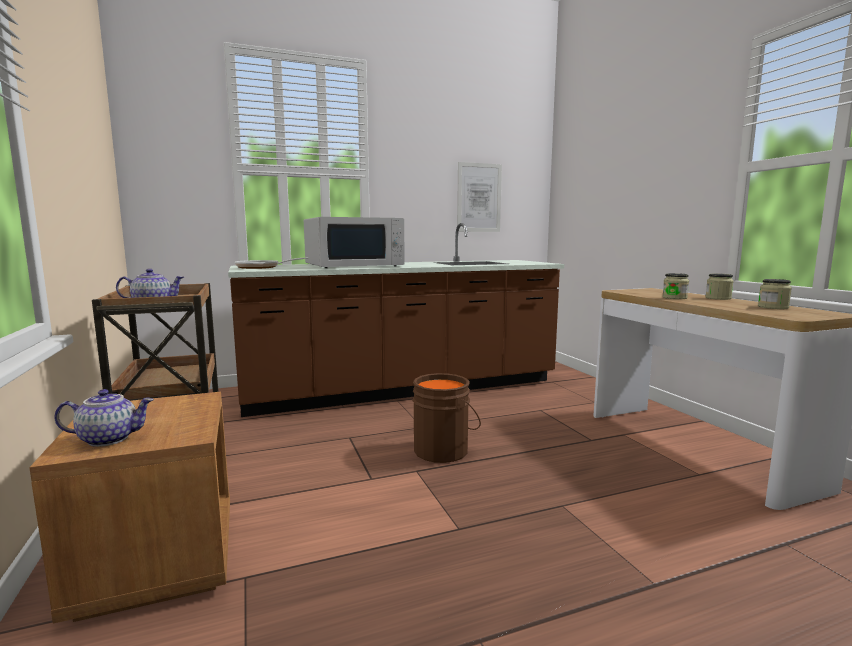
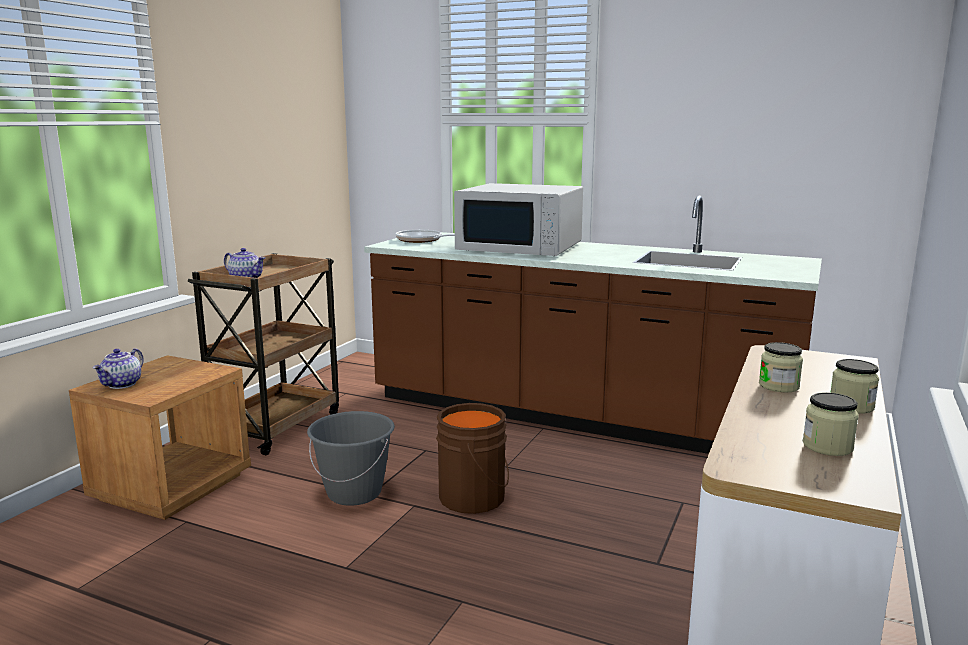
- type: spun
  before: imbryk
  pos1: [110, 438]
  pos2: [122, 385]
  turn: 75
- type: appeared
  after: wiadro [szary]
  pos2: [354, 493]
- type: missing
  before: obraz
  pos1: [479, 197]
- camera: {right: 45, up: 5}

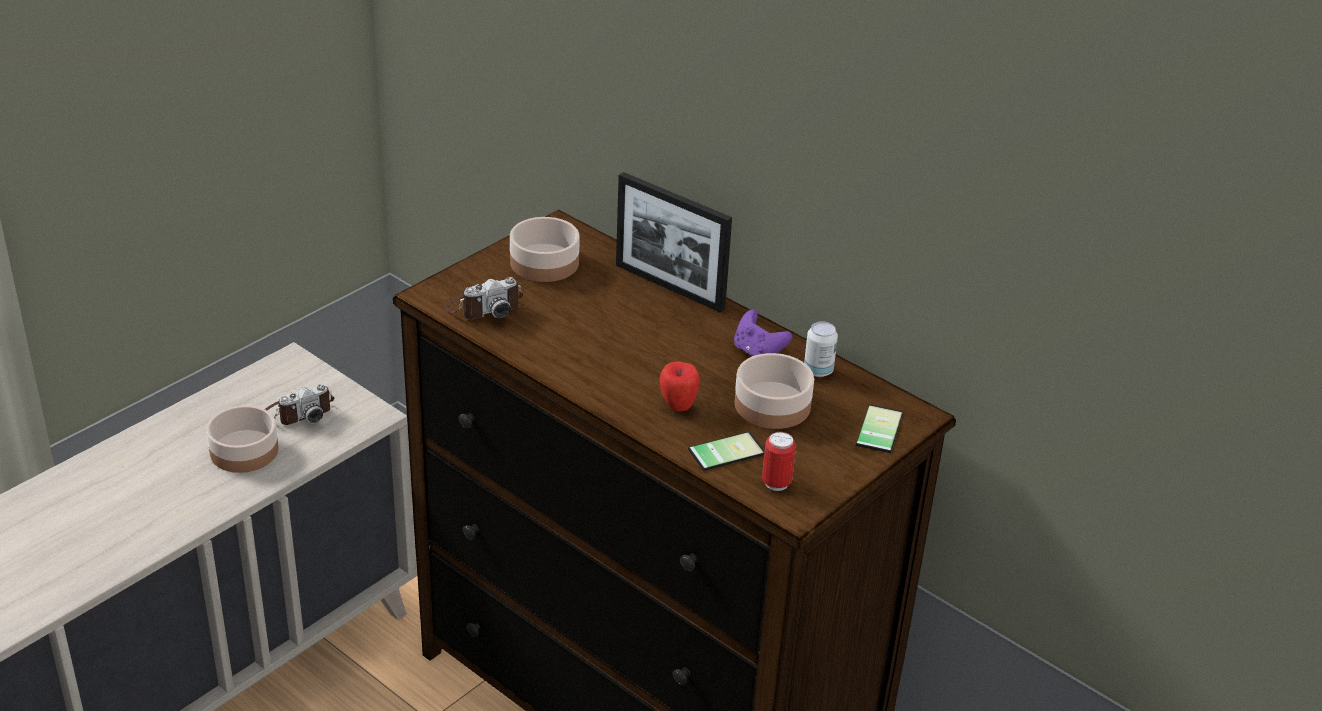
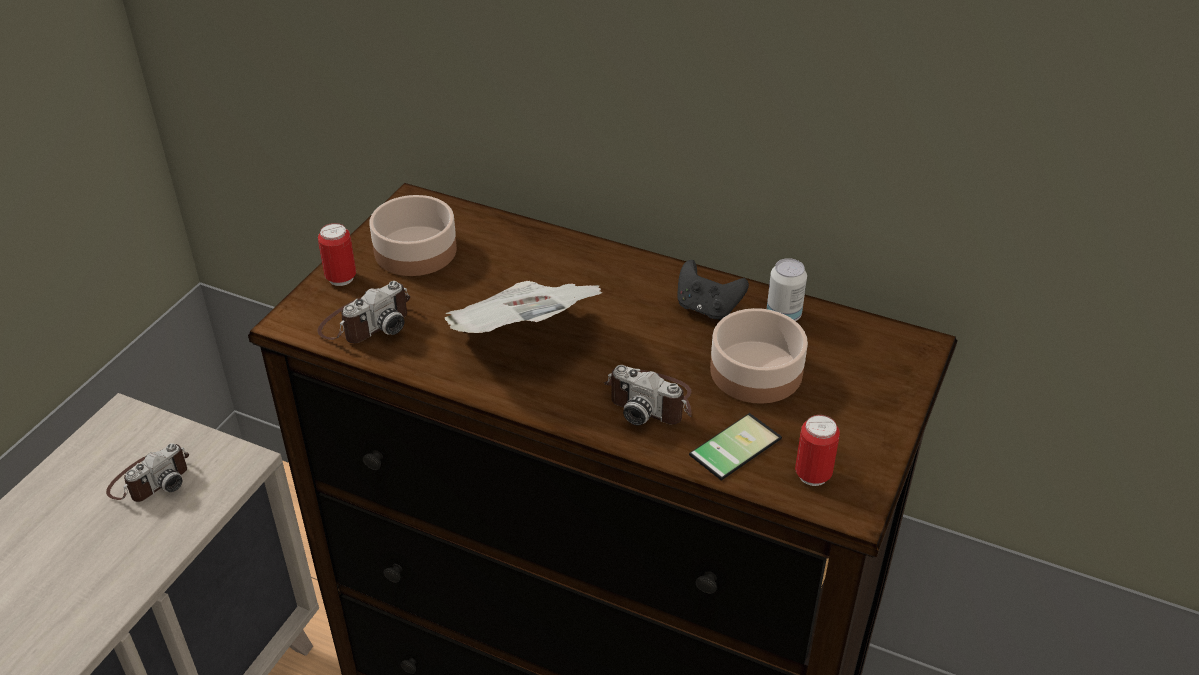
- type: appeared
  after: puszka
  pos2: [341, 278]
- type: appeared
  after: gazeta
  pos2: [523, 337]
- type: exchanged
  before: jabłko
  after: aparat fotograficzny
  pos1: [678, 406]
  pos2: [651, 400]
- type: colour
  before: pad do gier [fioletowy]
  after: pad do gier [czarny]
  pos1: [758, 353]
  pos2: [707, 308]
- type: missing
  before: miska
  pos1: [243, 451]
- type: missing
  before: ramka na zdjęcie
  pos1: [669, 287]
- type: missing
  before: telefon
  pos1: [875, 428]
- camera: {right: -15, up: 5}

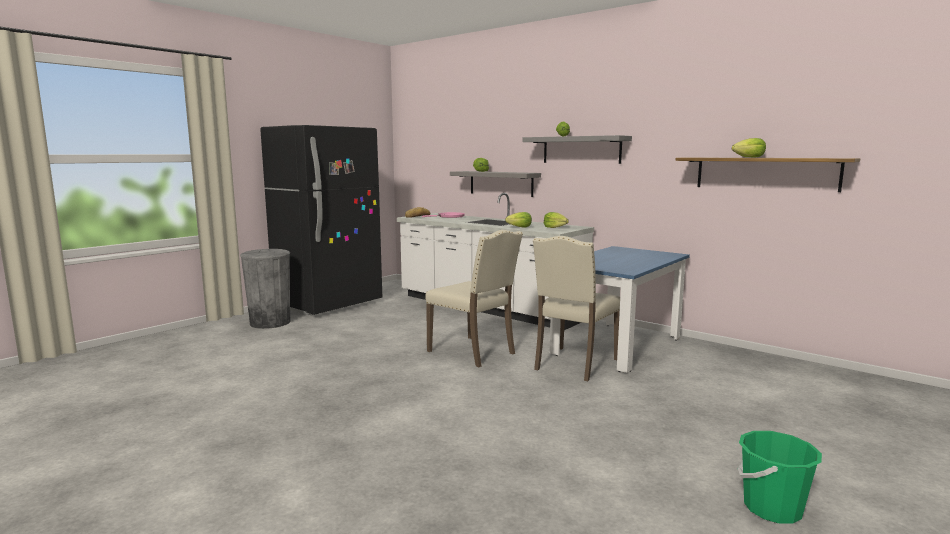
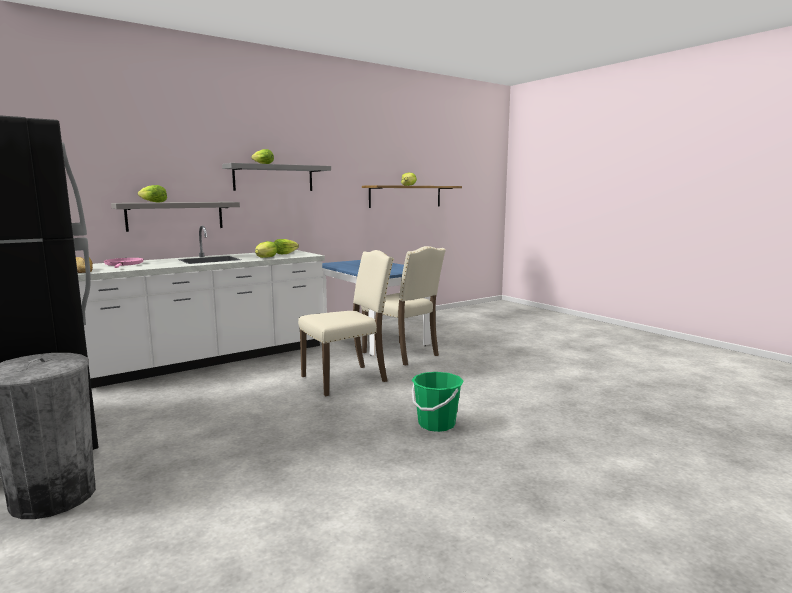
- type: relocated
  before: wiadro [zielony]
  pos1: [772, 508]
  pos2: [436, 424]
- camera: {right: -75, up: 0}

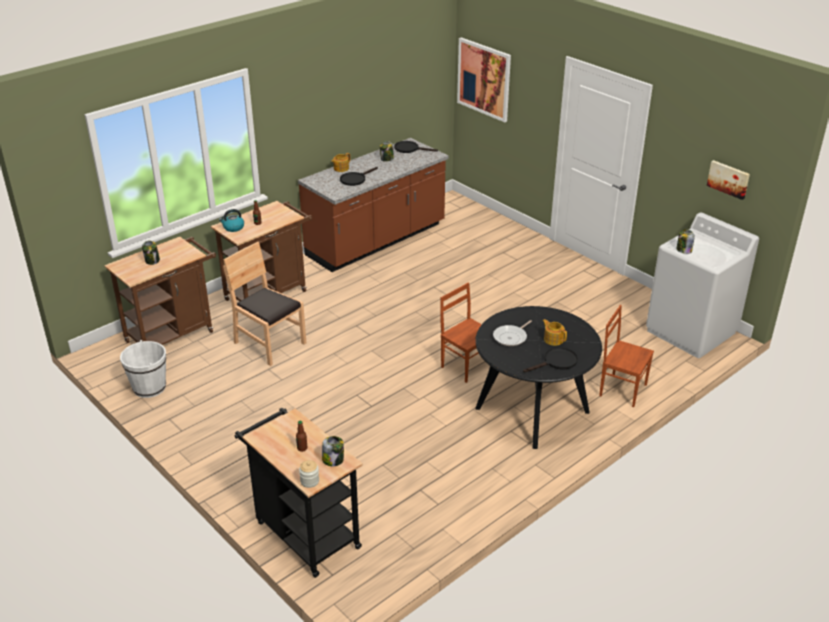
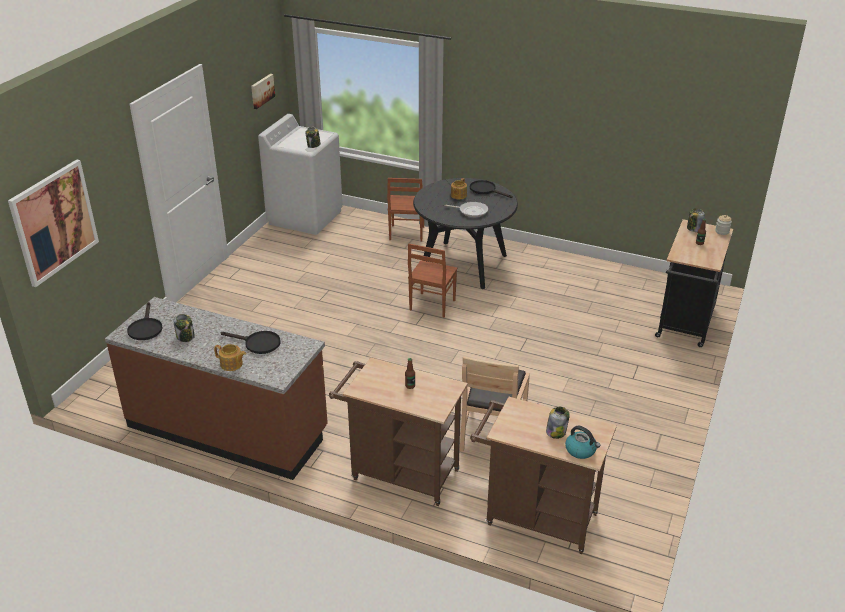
- type: relocated
  before: czajnik
  pos1: [233, 228]
  pos2: [581, 450]
- type: missing
  before: wiadro [biały]
  pos1: [149, 387]
- camera: {right: -115, up: 0}

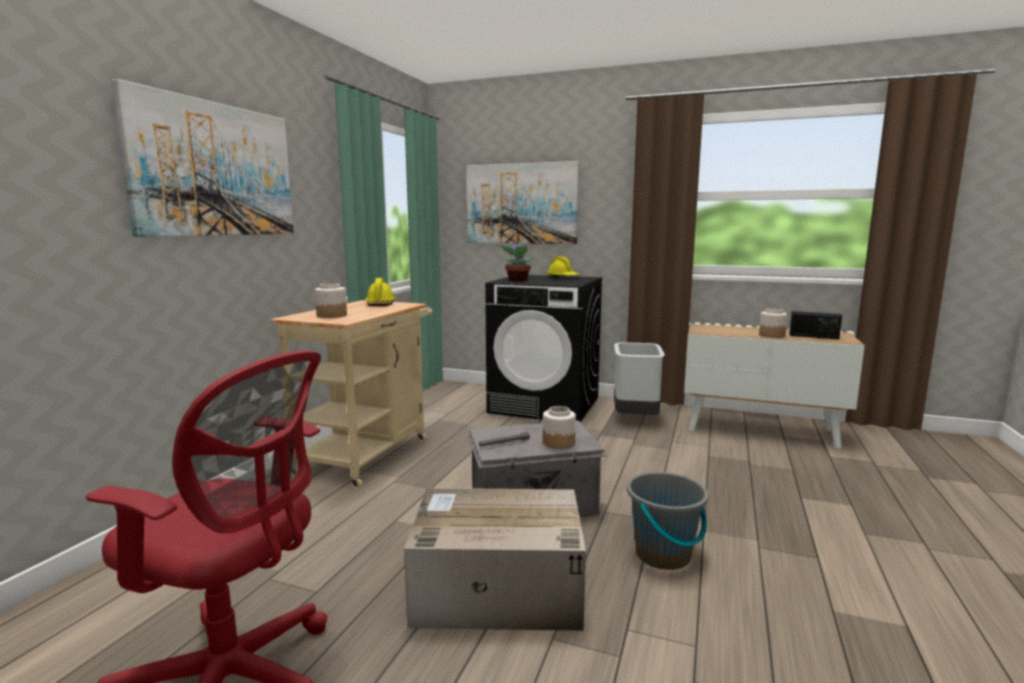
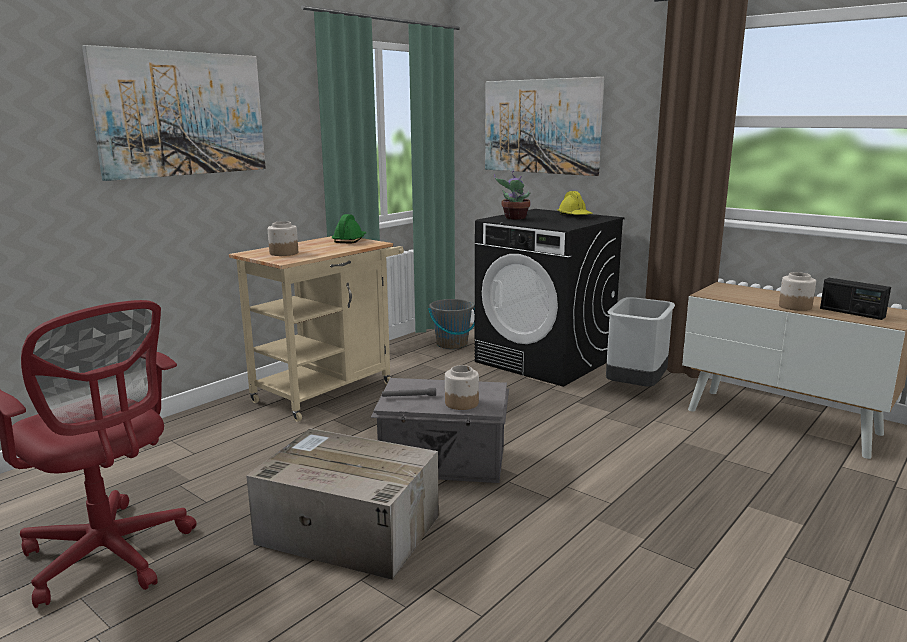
- type: colour
  before: kask [żółty]
  after: kask [zielony]
  pos1: [380, 303]
  pos2: [350, 240]
- type: relocated
  before: wiadro [szary]
  pos1: [663, 555]
  pos2: [452, 344]
- camera: {right: 20, up: 5}

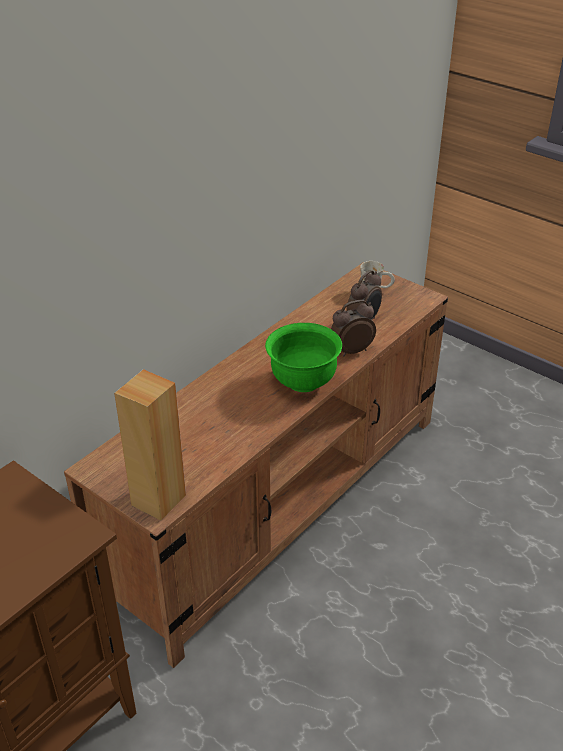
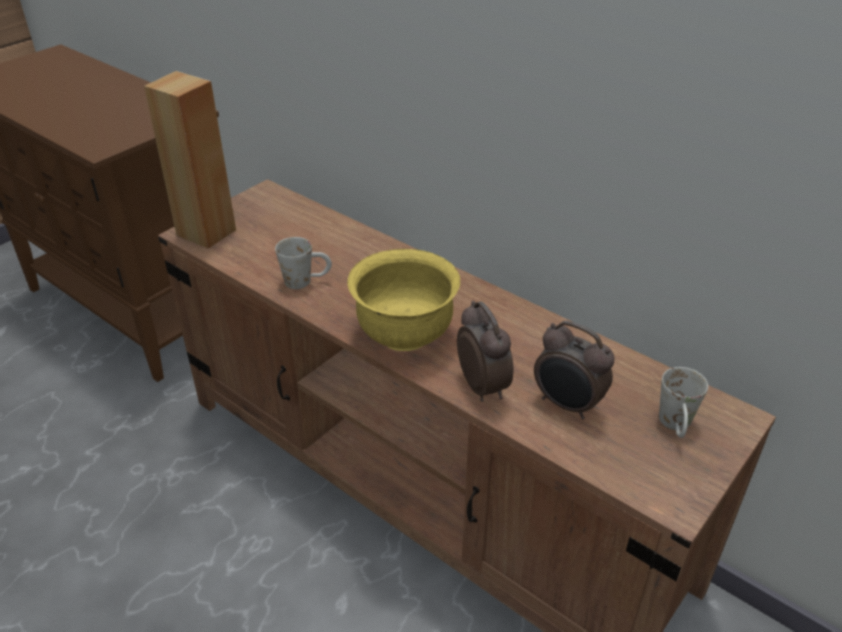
- type: appeared
  after: kubek [biały]
  pos2: [306, 281]
- type: colour
  before: miska [zielony]
  after: miska [żółty]
  pos1: [303, 381]
  pos2: [405, 334]
- camera: {right: 90, up: 0}

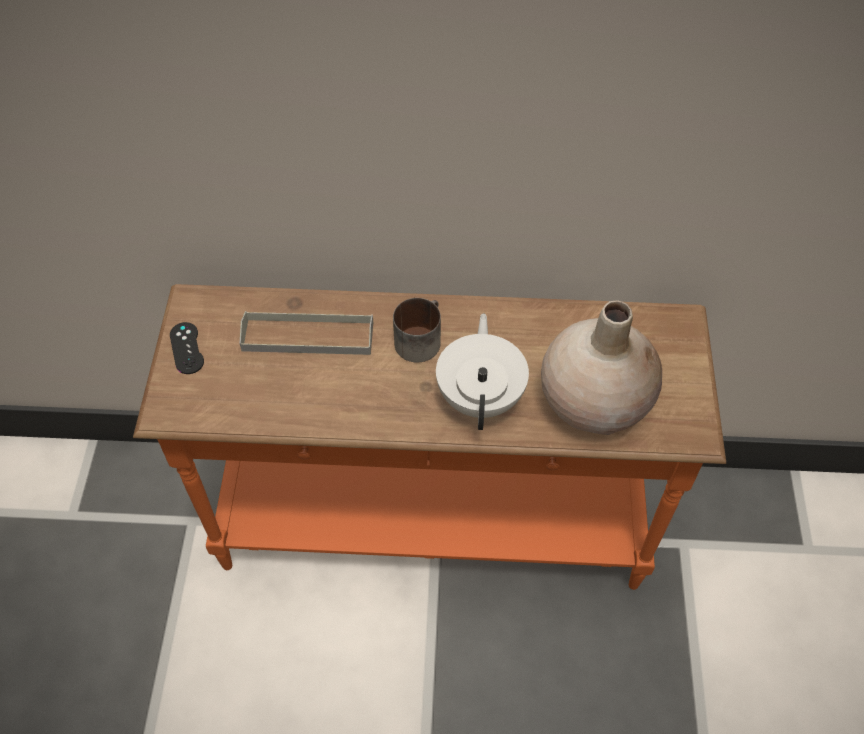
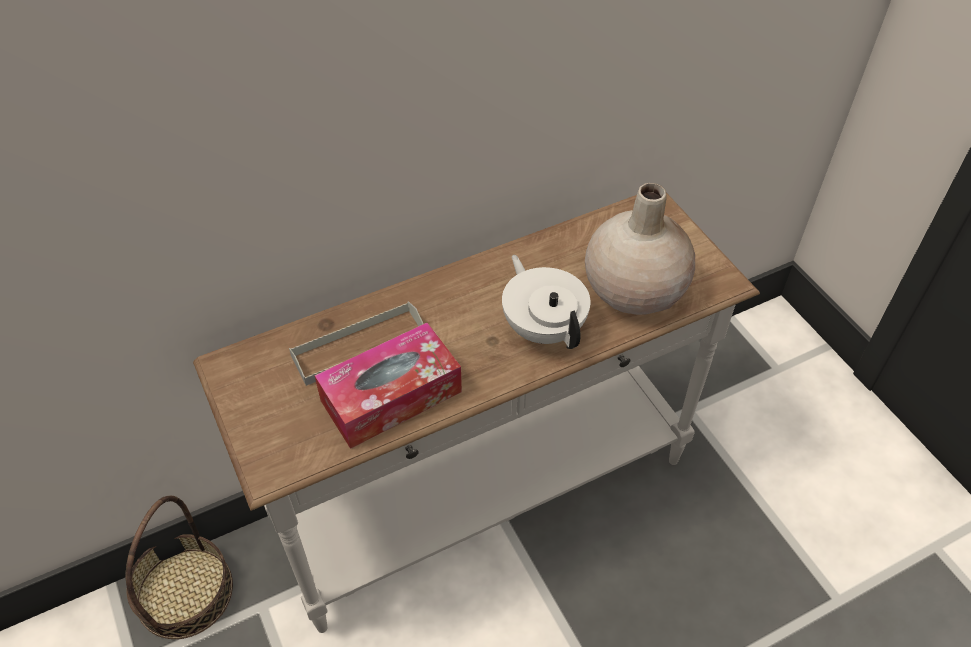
- type: appeared
  after: koszyk
  pos2: [184, 592]
- type: colour
  before: stolik konsolowy [pomarańczowy]
  after: stolik konsolowy [biały]
  pos1: [432, 527]
  pos2: [485, 498]
- type: appeared
  after: pudełko chusteczek
  pos2: [391, 396]
- type: missing
  before: pad do gier [czarny]
  pos1: [187, 348]
- type: missing
  before: kubek
  pos1: [419, 338]
- camera: {right: -30, up: -5}

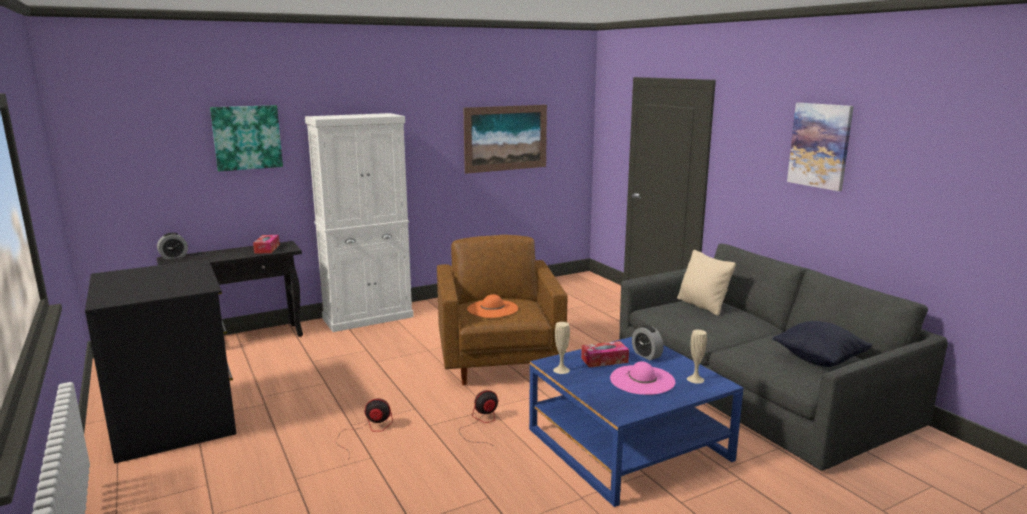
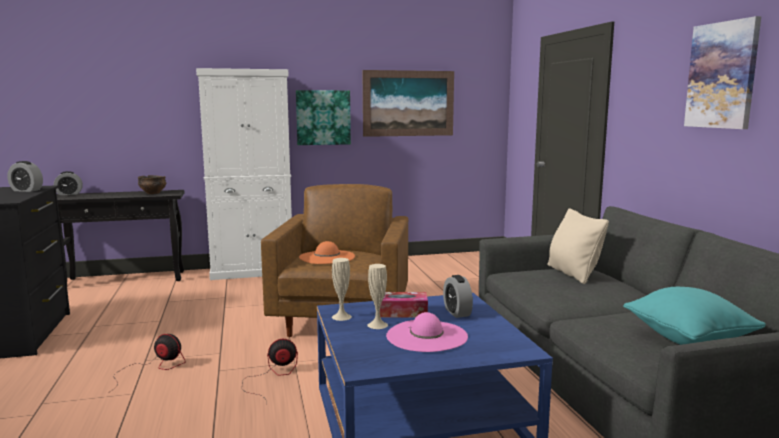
- type: appeared
  after: budzik
  pos2: [26, 190]
- type: exchanged
  before: pudełko chusteczek
  after: miska
  pos1: [267, 249]
  pos2: [153, 193]
- type: relocated
  before: obraz
  pos1: [247, 137]
  pos2: [323, 117]
- type: relocated
  before: wazon [beżowy]
  pos1: [695, 379]
  pos2: [377, 325]
- type: colour
  before: poduszka [czarny]
  after: poduszka [turkusowy]
  pos1: [819, 359]
  pos2: [688, 339]
- camera: {right: 15, up: -5}

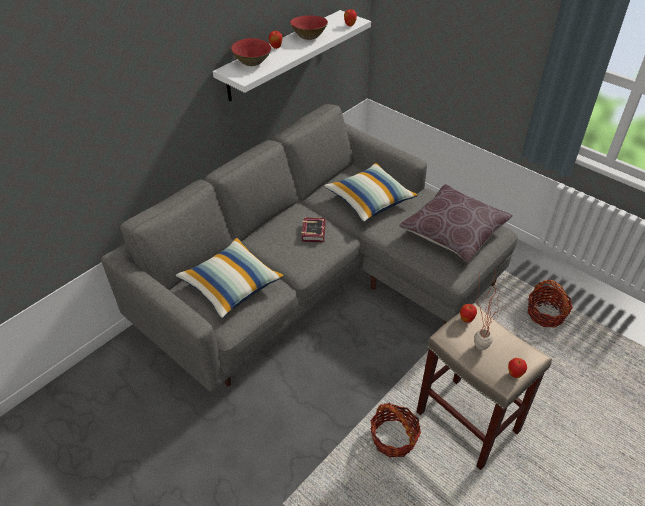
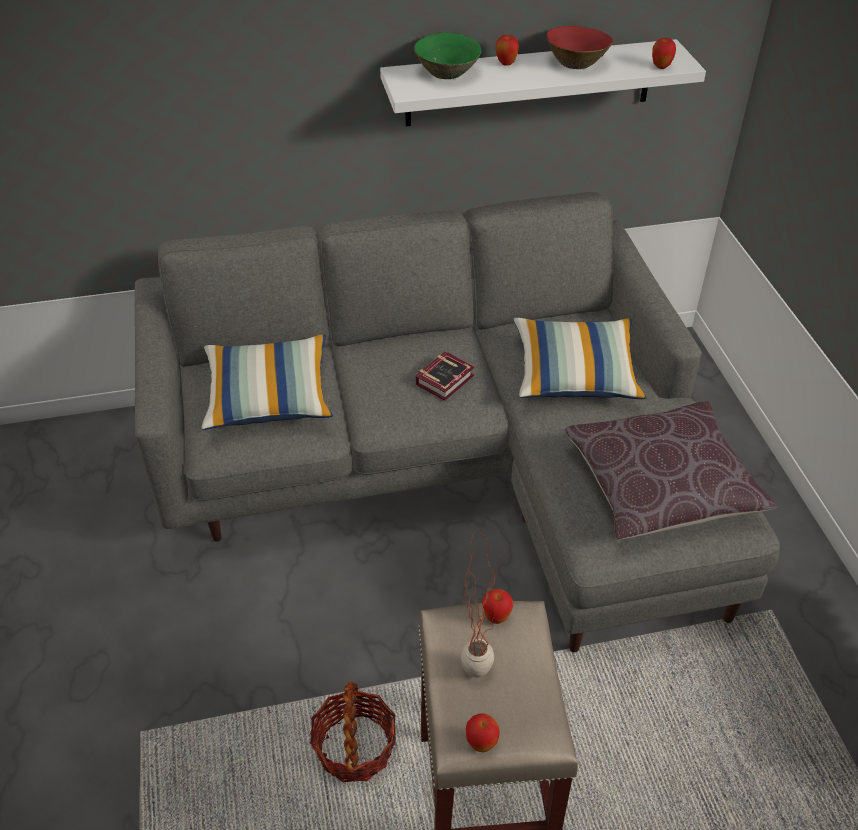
- type: colour
  before: miska [czerwony]
  after: miska [zielony]
  pos1: [252, 62]
  pos2: [447, 73]
- type: missing
  before: koszyk
  pos1: [545, 314]
- camera: {right: 35, up: 0}

